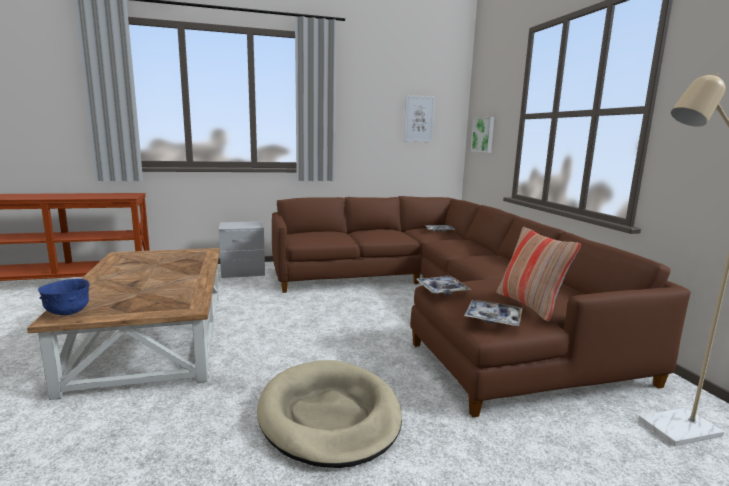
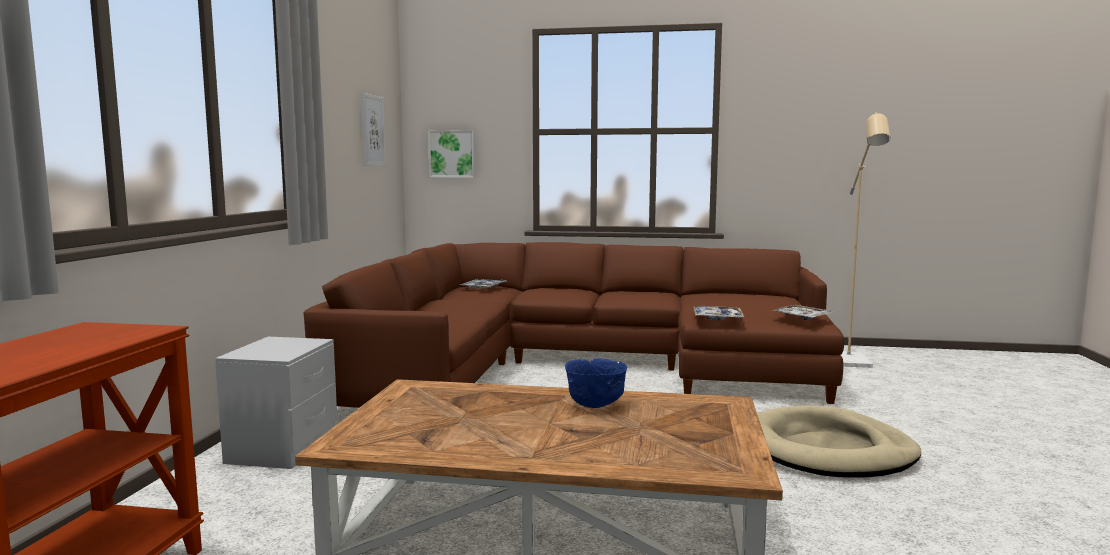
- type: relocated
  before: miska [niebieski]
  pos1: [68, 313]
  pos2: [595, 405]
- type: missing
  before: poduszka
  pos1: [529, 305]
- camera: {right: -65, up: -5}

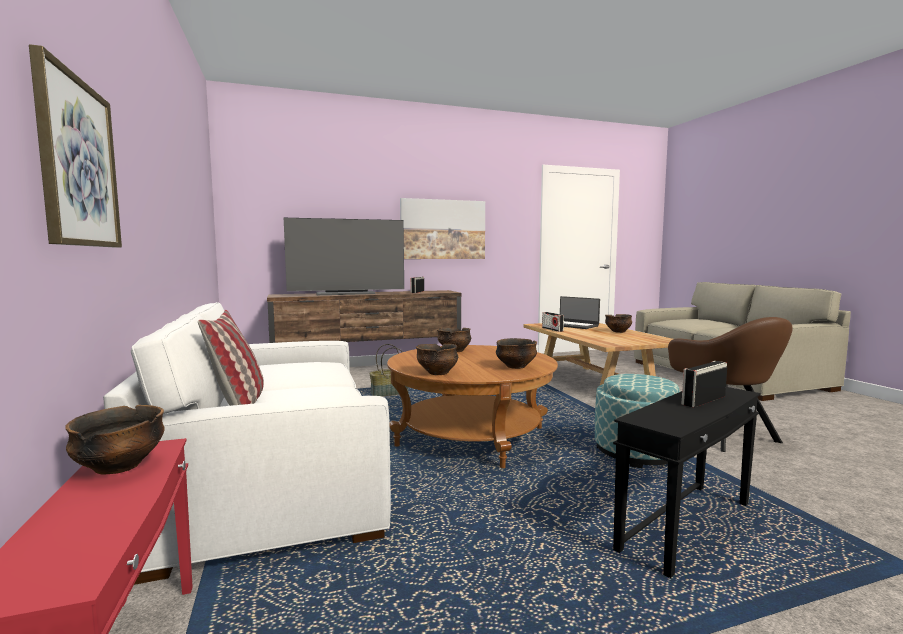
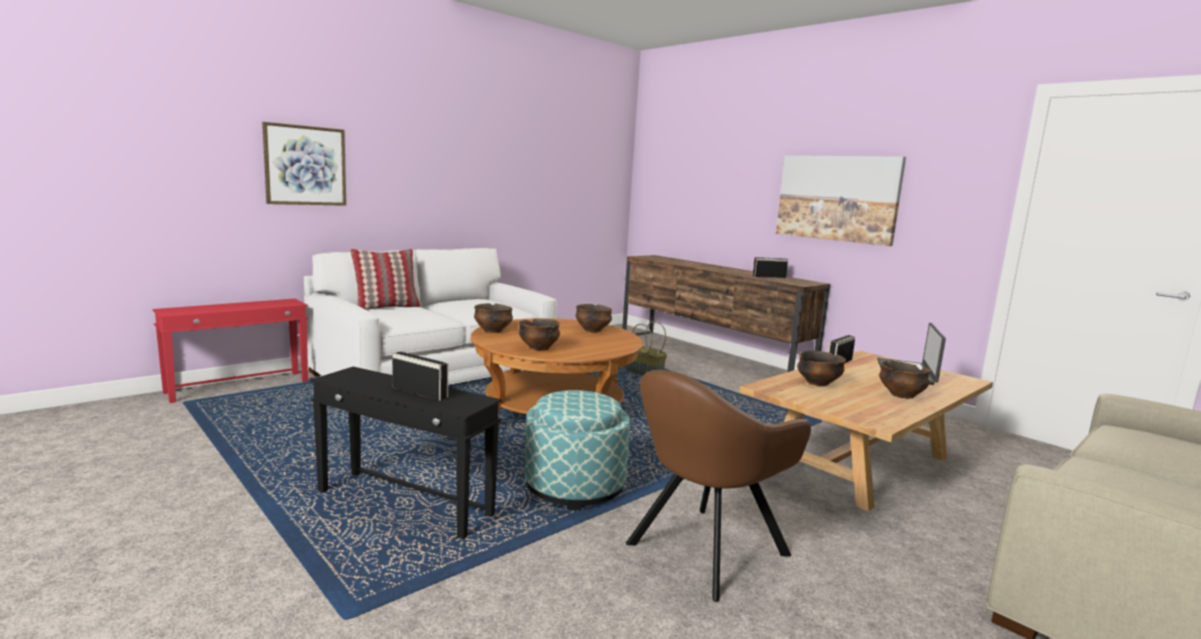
- type: relocated
  before: miska
  pos1: [119, 467]
  pos2: [817, 383]
- type: missing
  before: telewizor
  pos1: [346, 293]
- camera: {right: 65, up: 5}

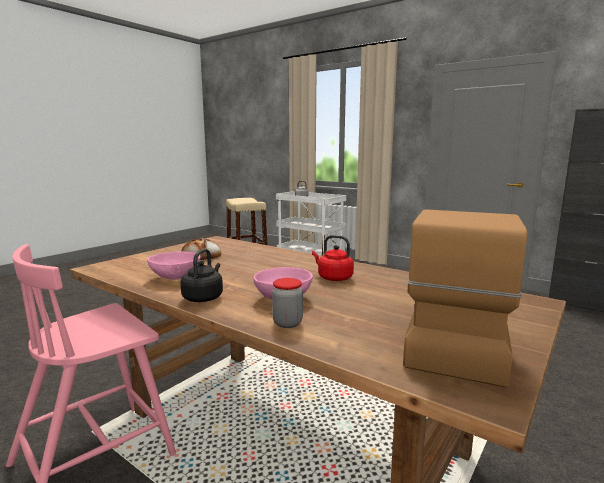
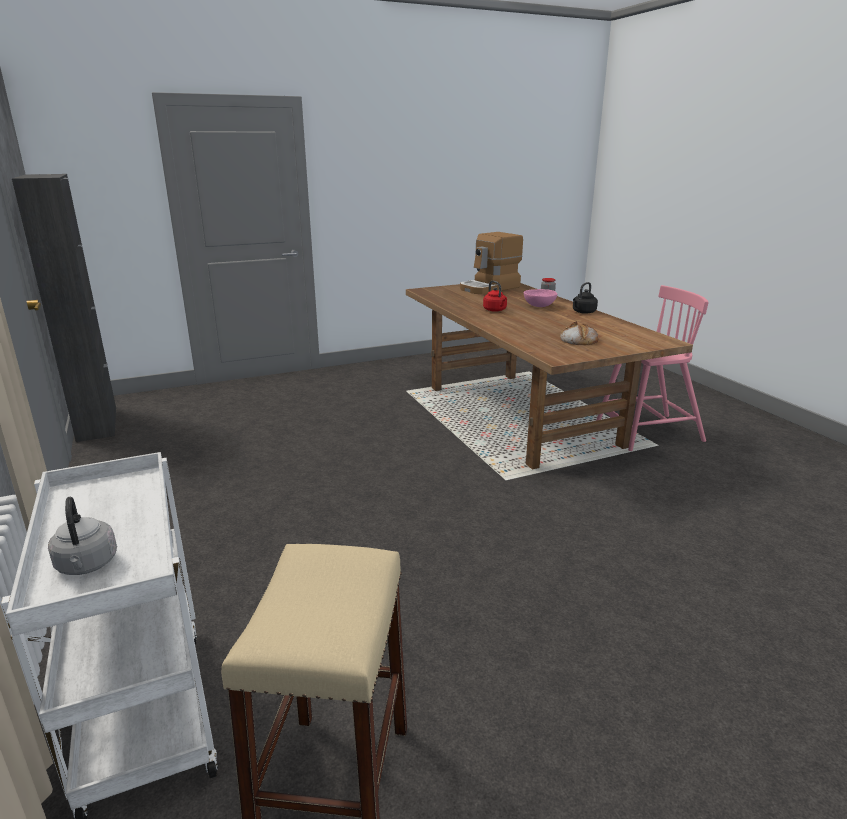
- type: missing
  before: miska [różowy]
  pos1: [176, 277]
- camera: {right: -150, up: 10}

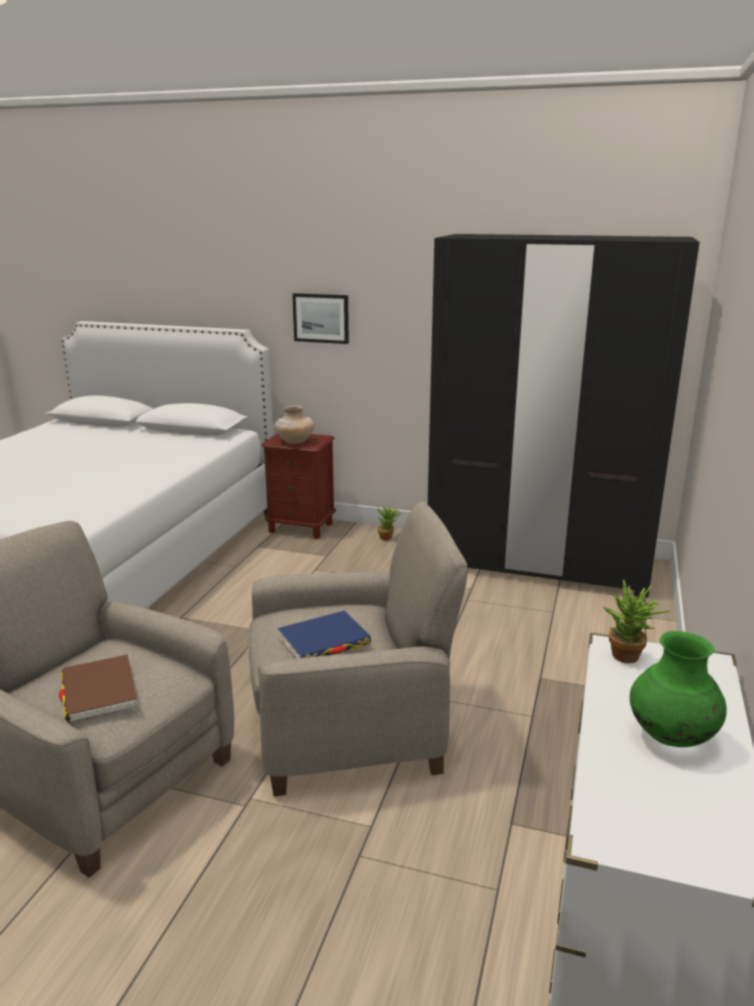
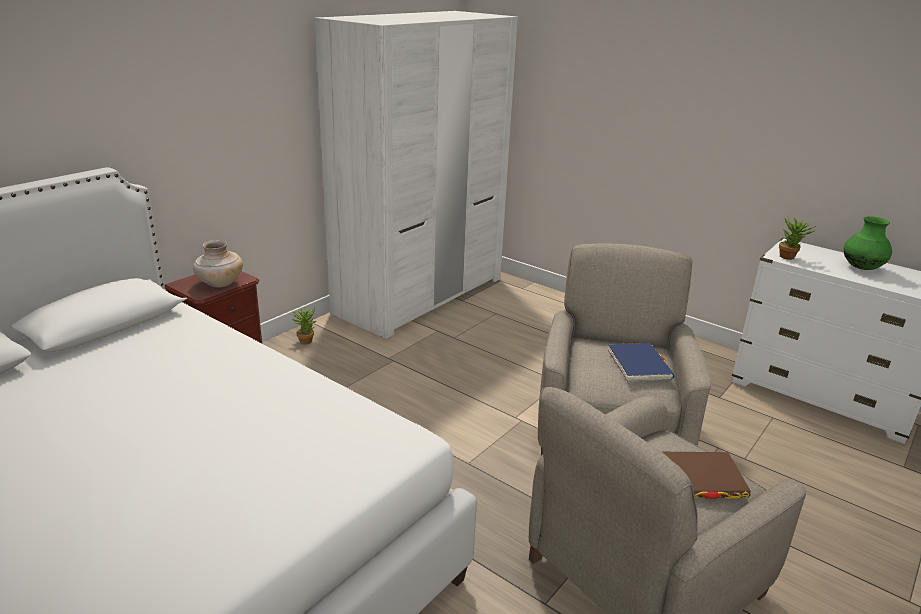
- type: colour
  before: szafa [czarny]
  after: szafa [biały]
  pos1: [537, 564]
  pos2: [420, 296]
- type: missing
  before: obraz
  pos1: [321, 318]
- camera: {right: -70, up: 5}

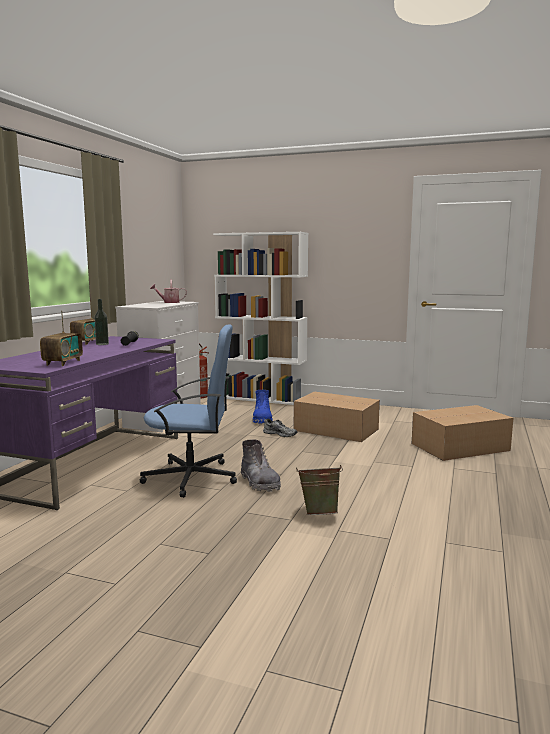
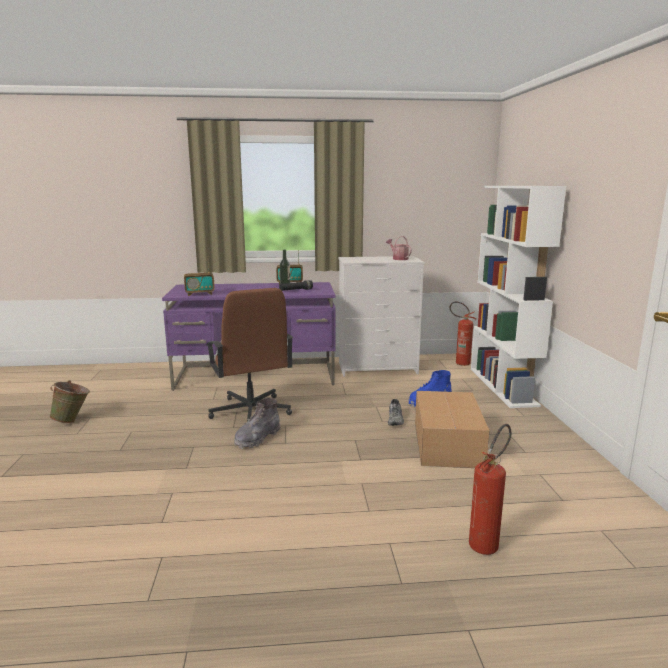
- type: relocated
  before: wiadro [zielony]
  pos1: [319, 513]
  pos2: [73, 420]
- type: colour
  before: krzesło biurowe [niebieski]
  after: krzesło biurowe [brązowy]
  pos1: [192, 478]
  pos2: [250, 412]
- type: exchanged
  before: karton
  after: gaśnica
  pos1: [461, 447]
  pos2: [487, 542]
- camera: {right: 65, up: 5}

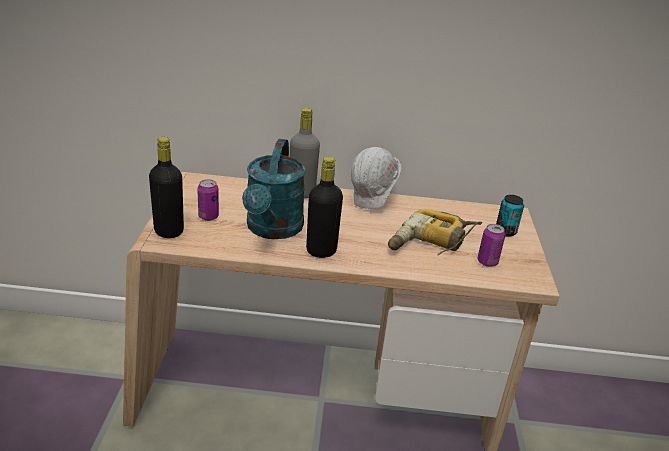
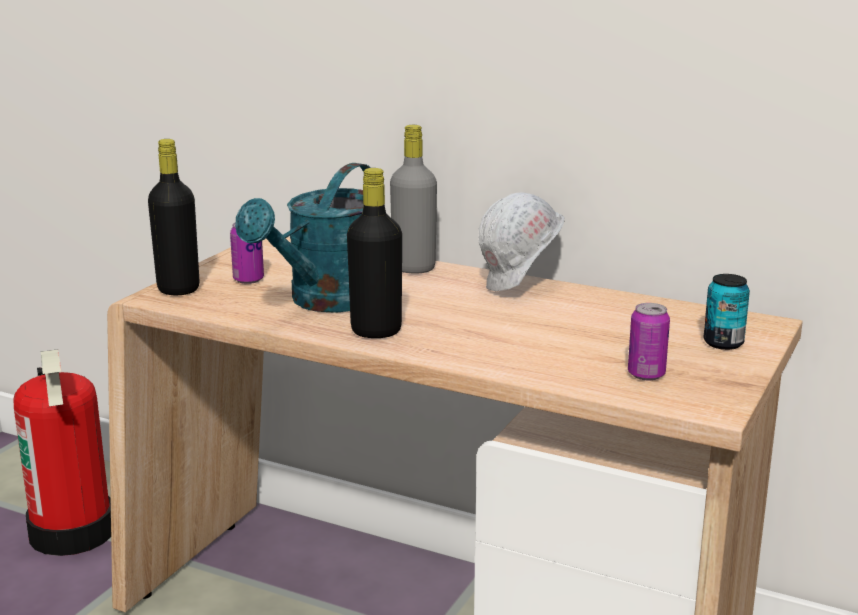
- type: appeared
  after: gaśnica
  pos2: [74, 532]
- type: missing
  before: wiertarka
  pos1: [432, 243]
- camera: {right: 25, up: -10}

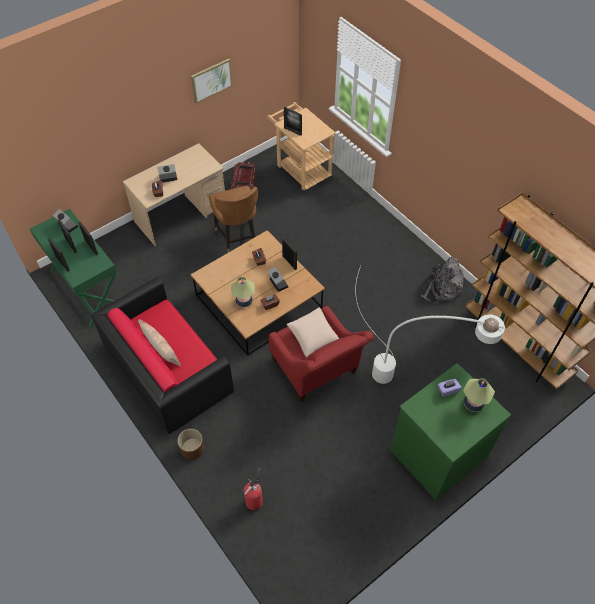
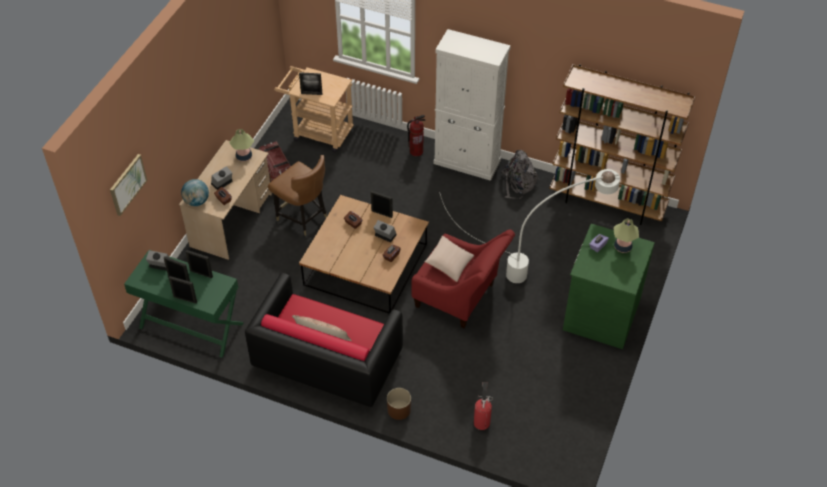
- type: relocated
  before: obraz
  pos1: [211, 80]
  pos2: [127, 184]
- type: appeared
  after: globus
  pos2: [196, 201]
- type: relocated
  before: lampa stołowa
  pos1: [244, 301]
  pos2: [244, 156]
- type: appeared
  after: gaśnica
  pos2: [416, 151]
- type: appeared
  after: szafka [biały]
  pos2: [467, 162]
- camera: {right: -30, up: -5}

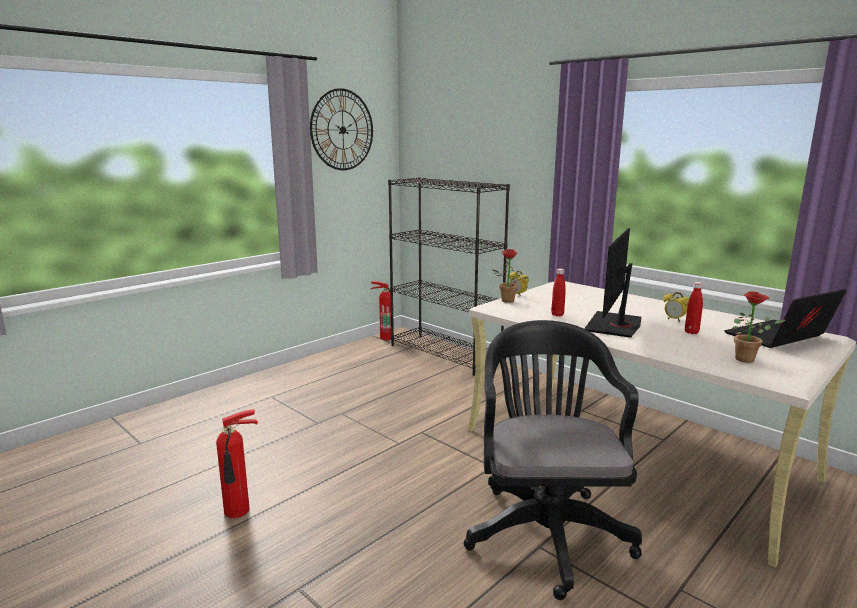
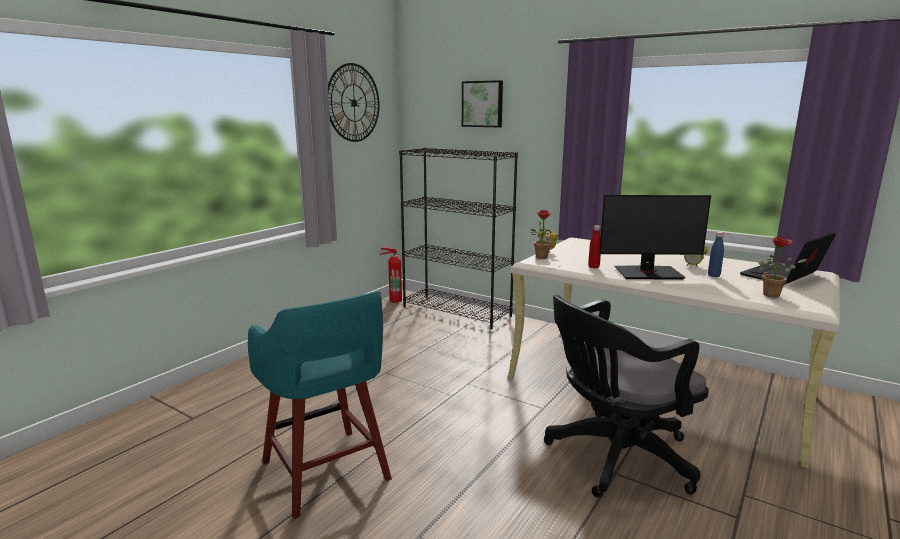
- type: exchanged
  before: gaśnica
  after: stołek [turkusowy]
  pos1: [239, 511]
  pos2: [326, 473]
- type: appeared
  after: obraz
  pos2: [483, 104]
- type: spun
  before: krzesło biurowe [czarny]
  pos1: [546, 529]
  pos2: [614, 457]
  turn: -105
- type: spun
  before: monitor
  pos1: [614, 325]
  pos2: [648, 273]
  turn: -105
- type: colour
  before: butelka [czerwony]
  after: butelka [niebieski]
  pos1: [691, 332]
  pos2: [713, 275]
- camera: {right: -10, up: 0}

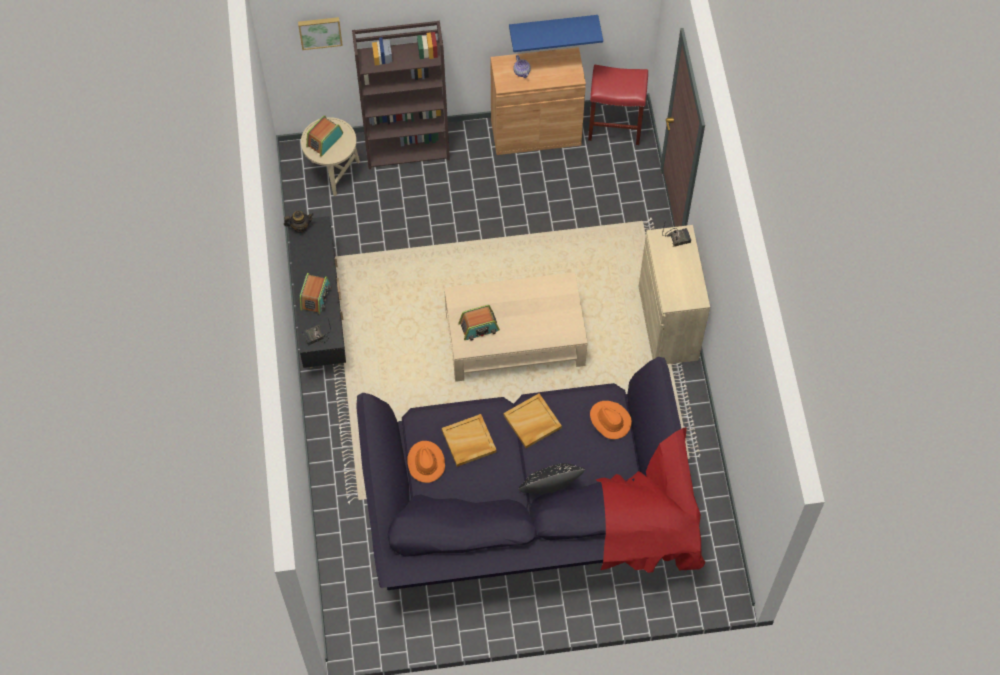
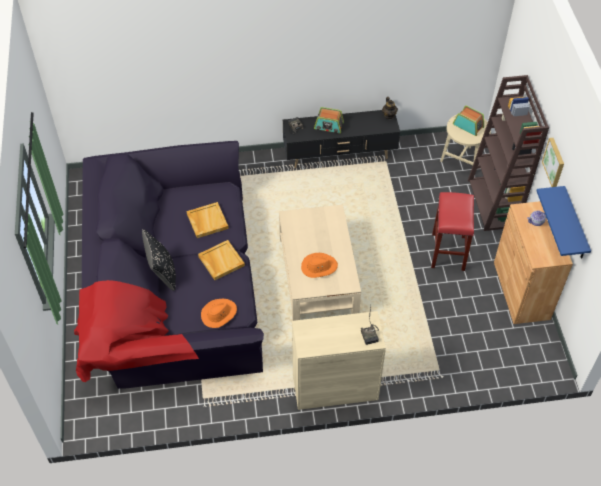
- type: relocated
  before: kapelusz [pomarańczowy]
  pos1: [425, 462]
  pos2: [319, 267]
- type: relocated
  before: stołek [czerwony]
  pos1: [614, 127]
  pos2: [447, 251]
- type: relocated
  before: obraz
  pos1: [320, 31]
  pos2: [554, 162]
- type: missing
  before: radio
  pos1: [479, 327]
- camera: {right: 90, up: -10}

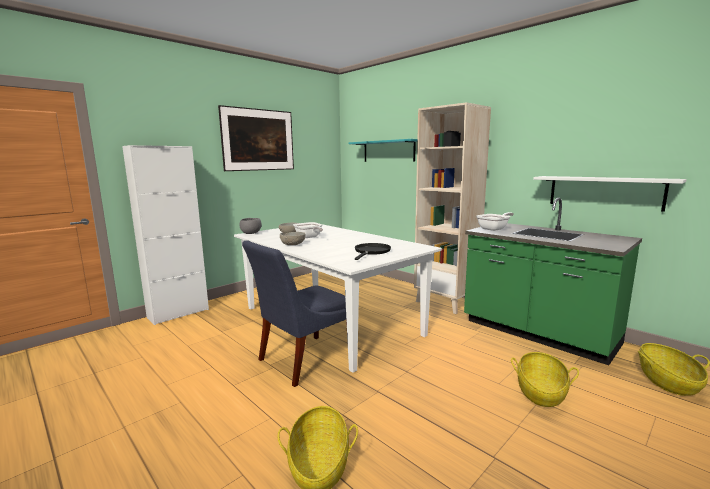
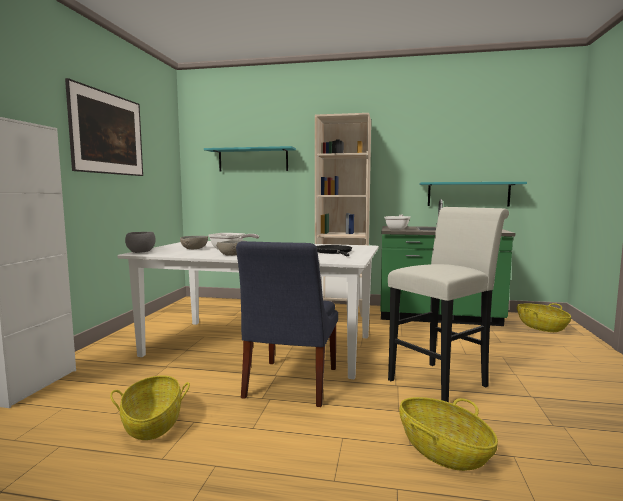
- type: relocated
  before: koszyk
  pos1: [540, 392]
  pos2: [152, 423]
- type: appeared
  after: stołek [biały]
  pos2: [442, 381]
- type: colour
  before: półka [biały]
  after: półka [turkusowy]
  pos1: [604, 192]
  pos2: [468, 194]
- camera: {right: -35, up: -5}

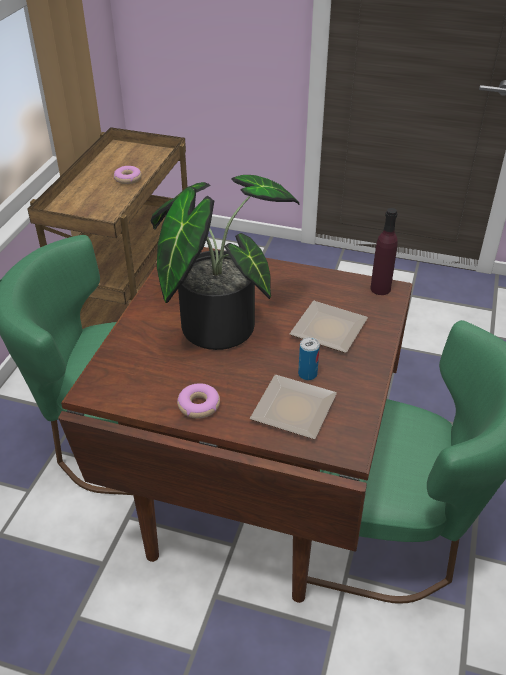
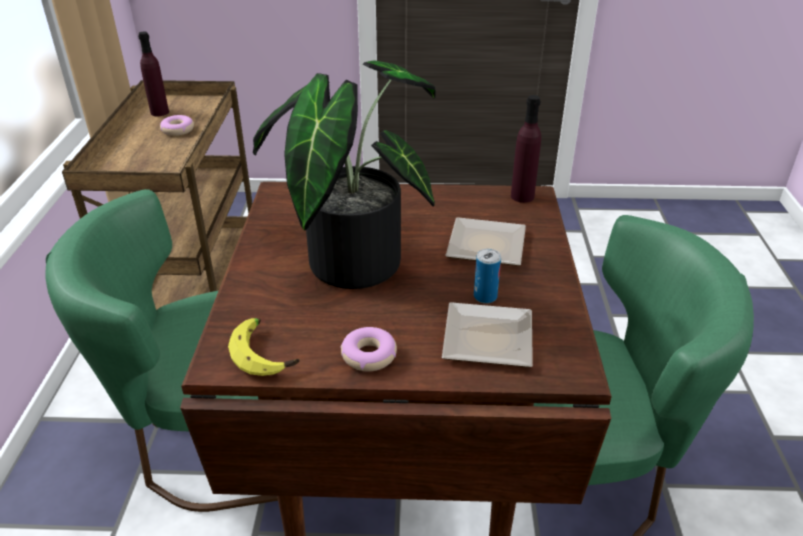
- type: appeared
  after: butelka [fioletowy]
  pos2: [159, 112]
- type: appeared
  after: banan
  pos2: [265, 353]
- camera: {right: -15, up: -5}

